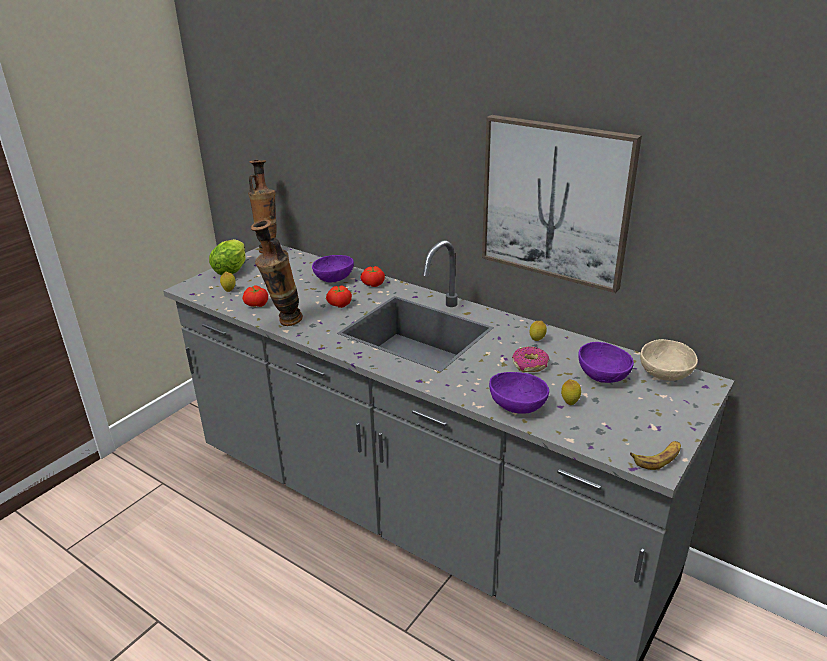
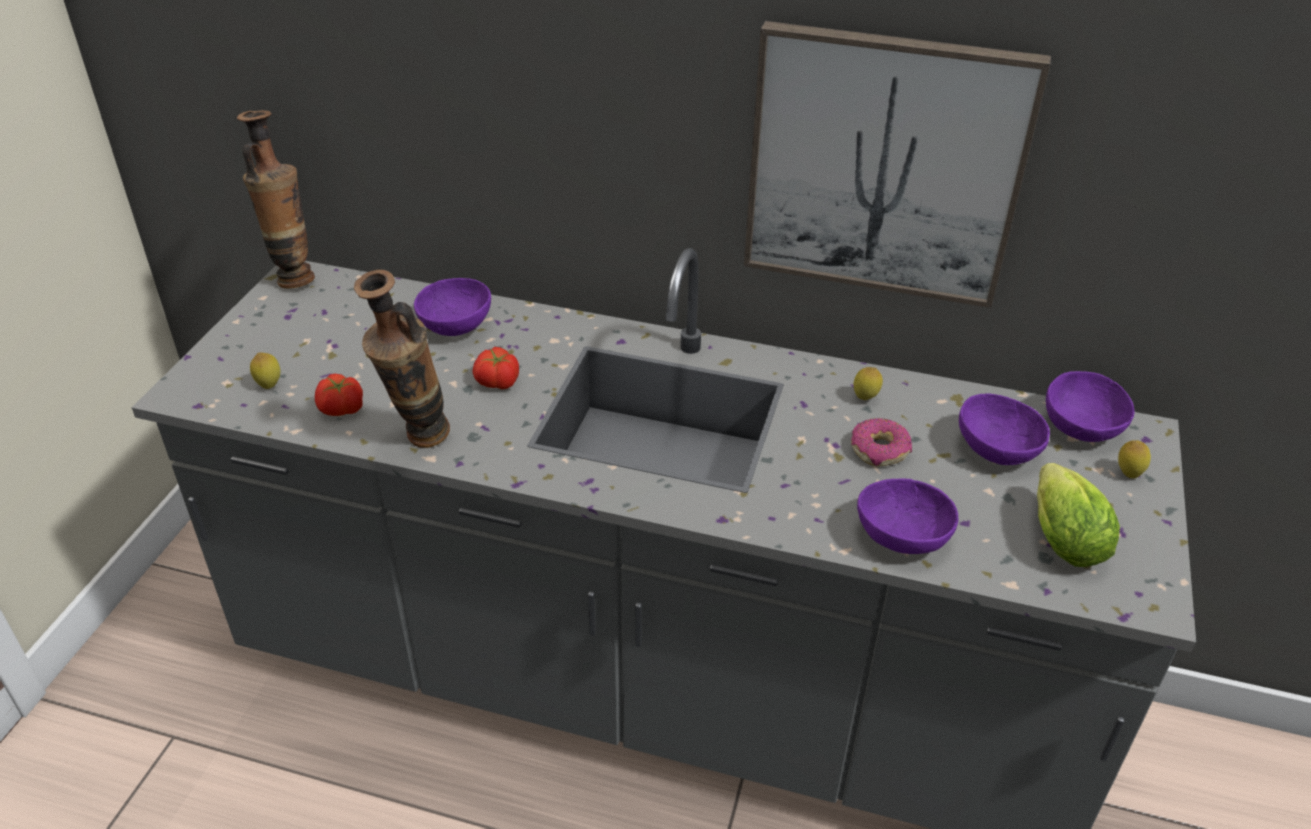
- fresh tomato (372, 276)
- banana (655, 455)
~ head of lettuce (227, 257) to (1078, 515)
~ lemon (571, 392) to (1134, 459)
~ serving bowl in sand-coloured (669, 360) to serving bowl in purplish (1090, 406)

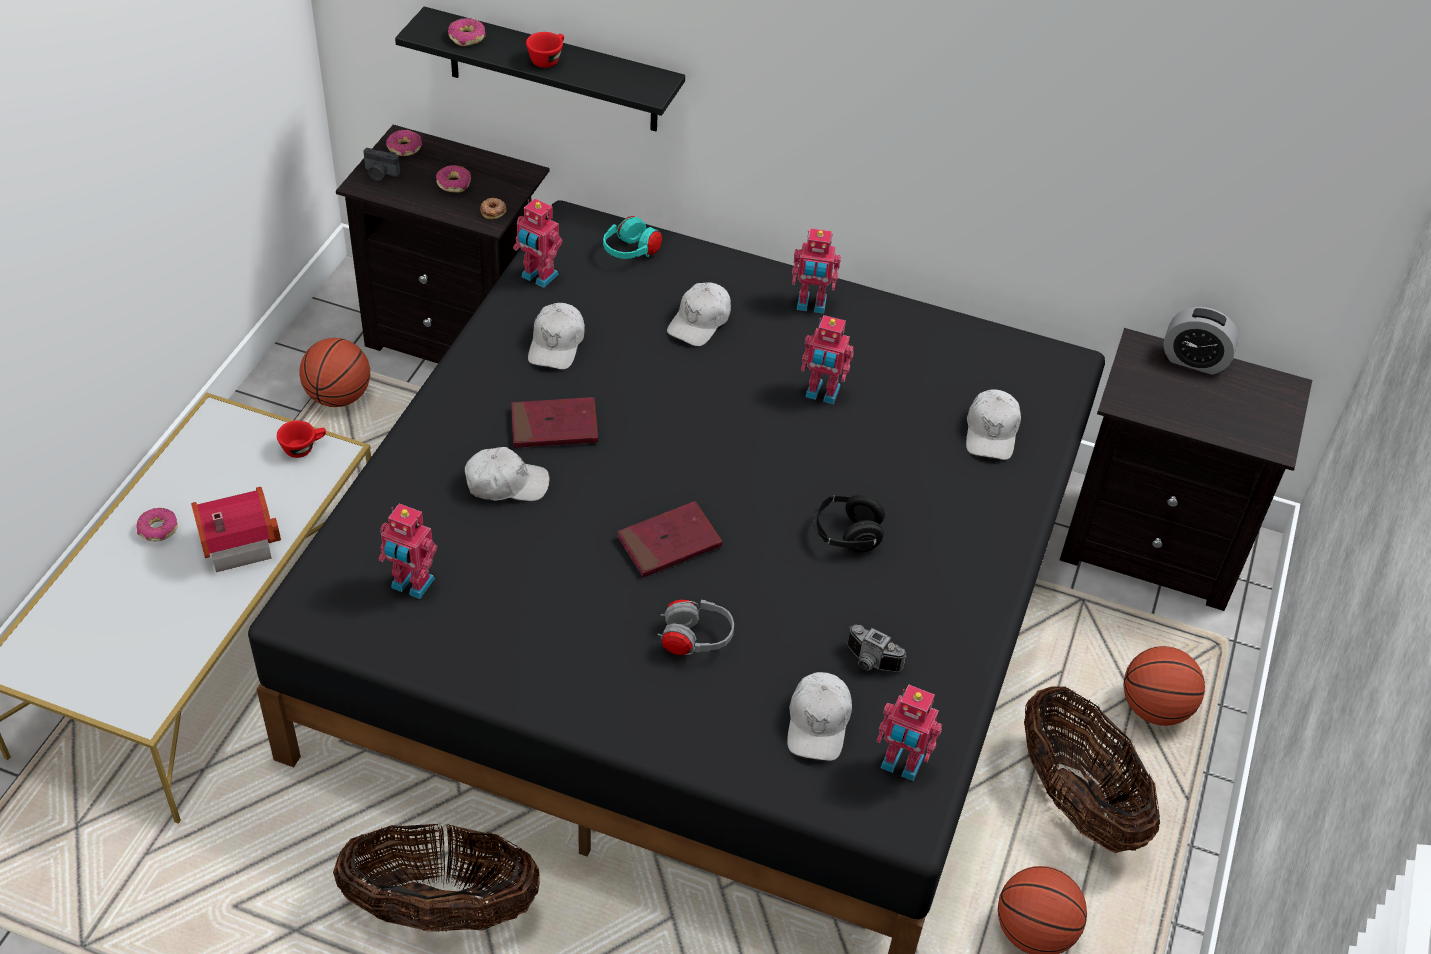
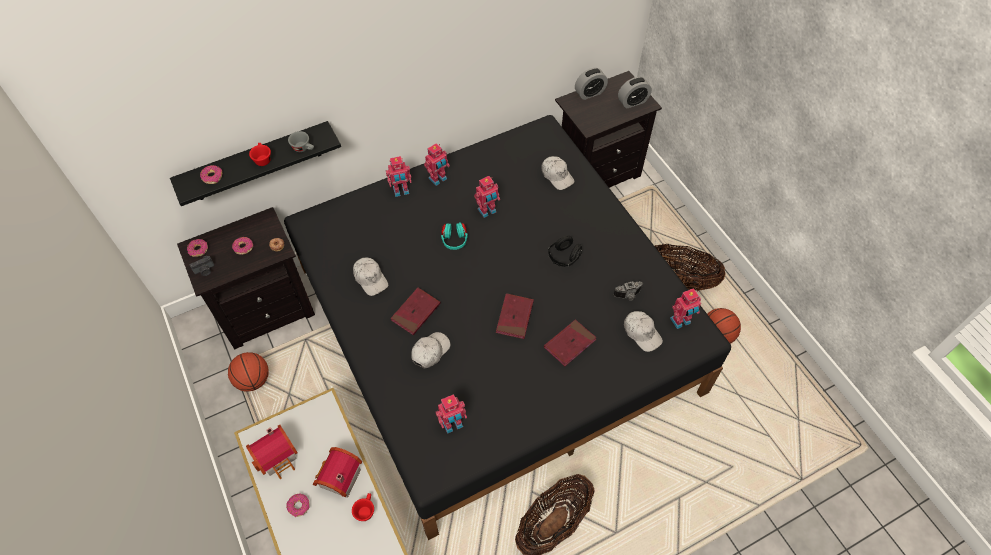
- baseball cap in whitish (699, 314)
- basketball (1164, 686)
+ model house (272, 452)
+ small cup in greyish (301, 141)
+ bedside clock (635, 92)
~ small cup in red-coloured (301, 439) to (363, 507)
~ model robot (537, 243) to (399, 176)
~ headset in turquoise (632, 237) to (454, 236)
~ headset in greyish (695, 627) to book in red-coloured (570, 343)

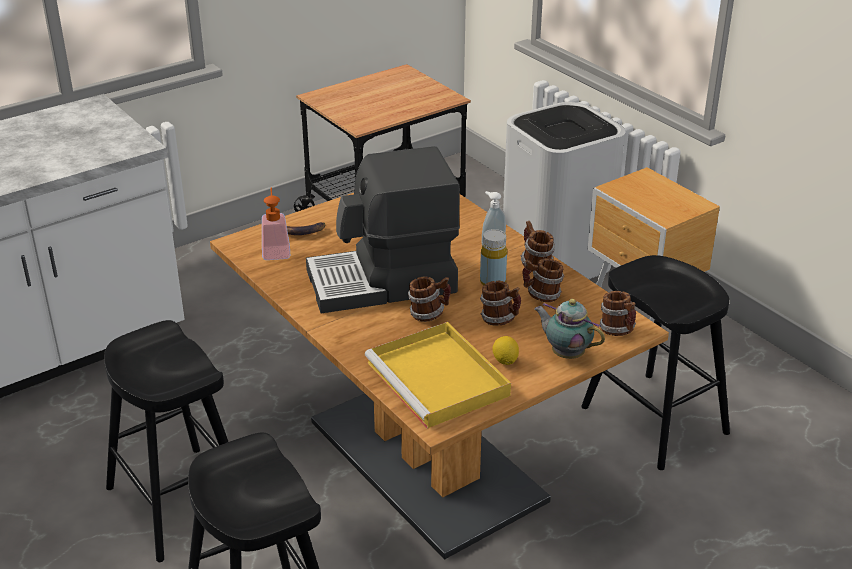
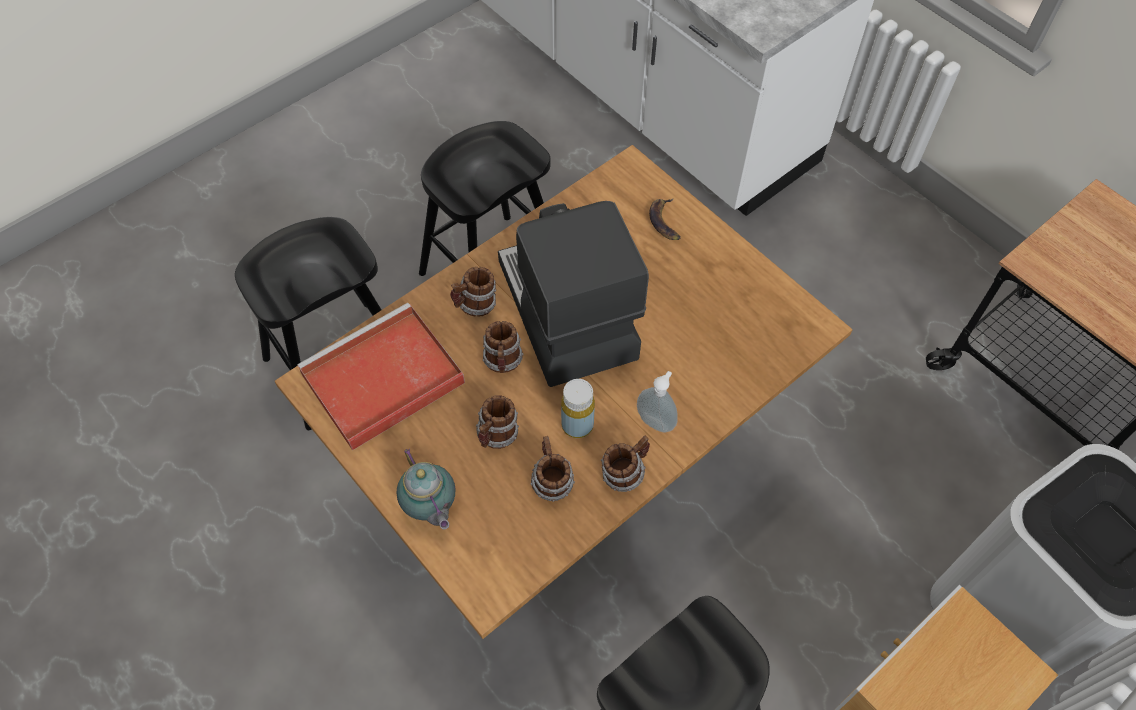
- soap dispenser (276, 223)
- lemon (505, 350)
~ tea mug (618, 313) to (473, 292)
~ serving tray in yellowish (438, 375) to serving tray in red-coloured (381, 376)
~ pot for tea (569, 329) = (426, 489) 120 degrees clockwise

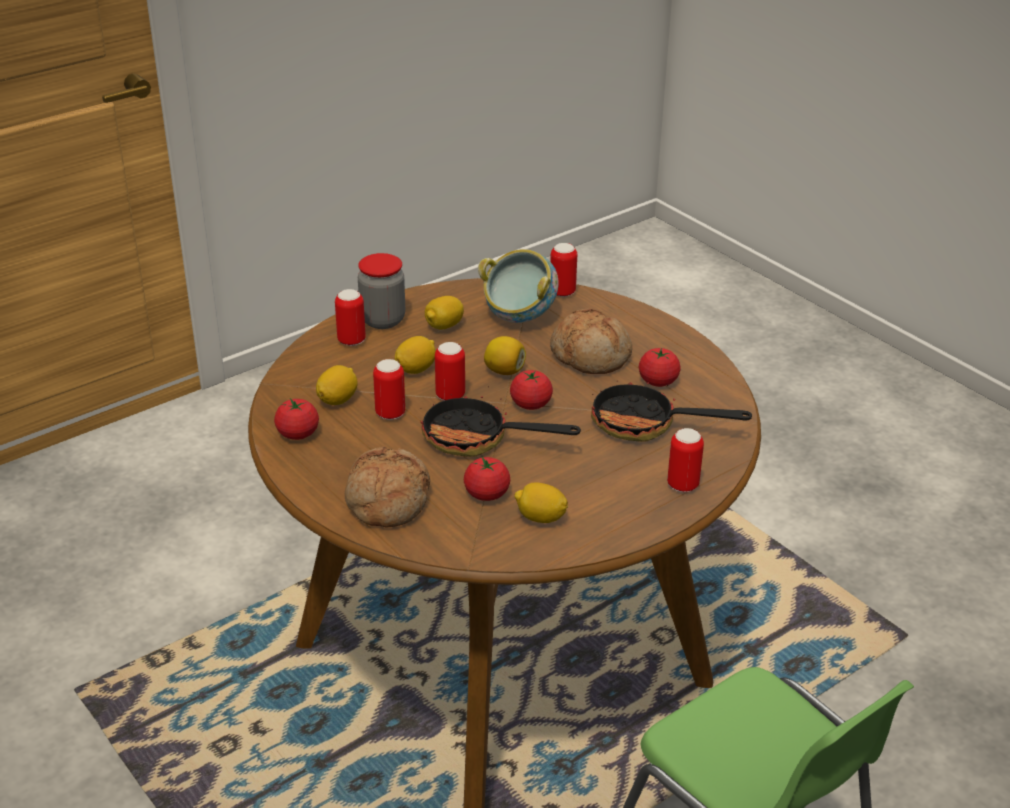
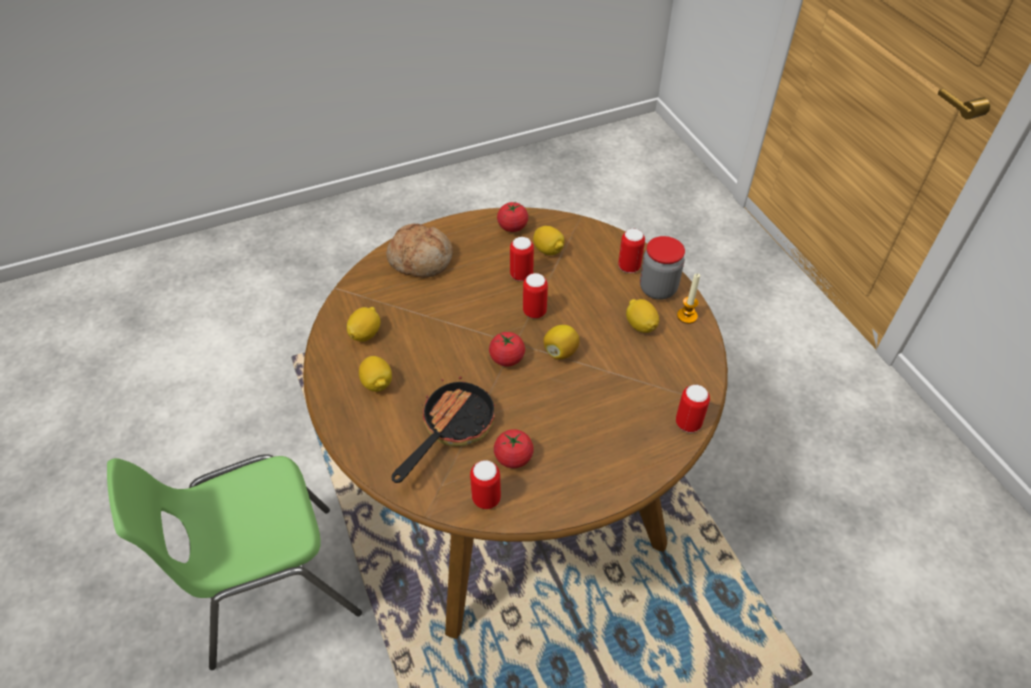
- pan (500, 421)
- fresh tomato (487, 479)
- serving bowl (518, 286)
- baked bread (591, 341)
+ wax light (688, 299)
~ lemon (415, 355) to (375, 374)
~ sealed can (685, 460) to (485, 484)

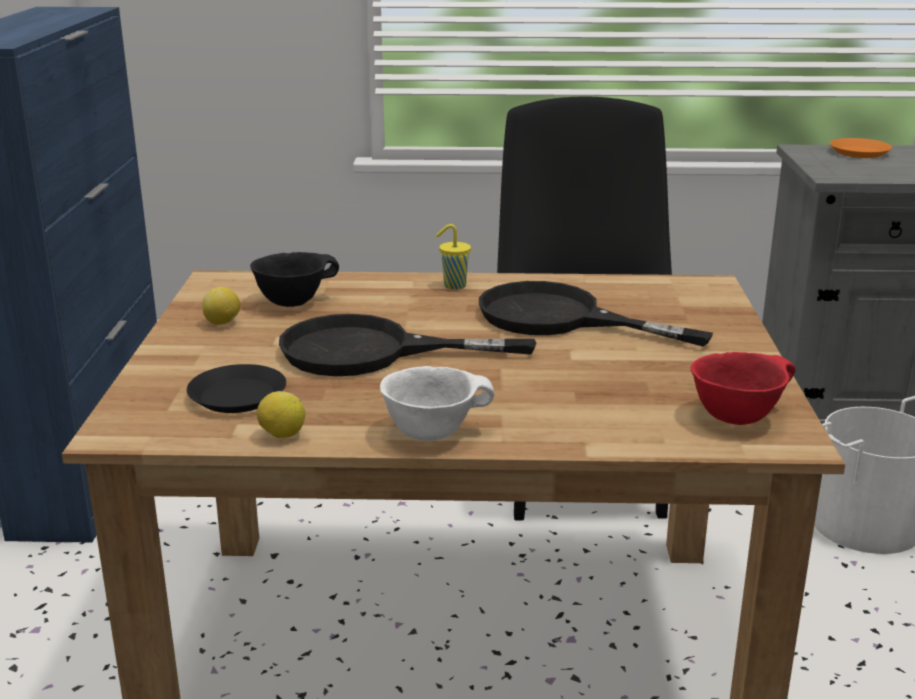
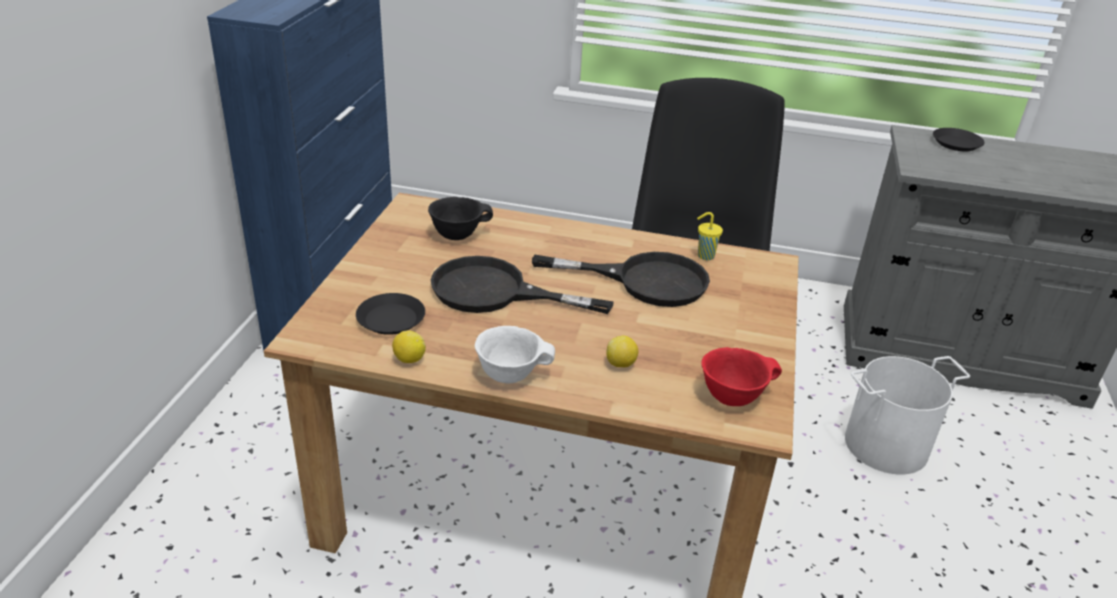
~ lemon (221, 306) to (622, 351)
~ small cup in yellowish (453, 257) to (710, 236)
~ dinner plate in orangey (861, 148) to dinner plate in blackish (959, 139)
~ pan in blackish (596, 314) = (621, 279) 150 degrees clockwise

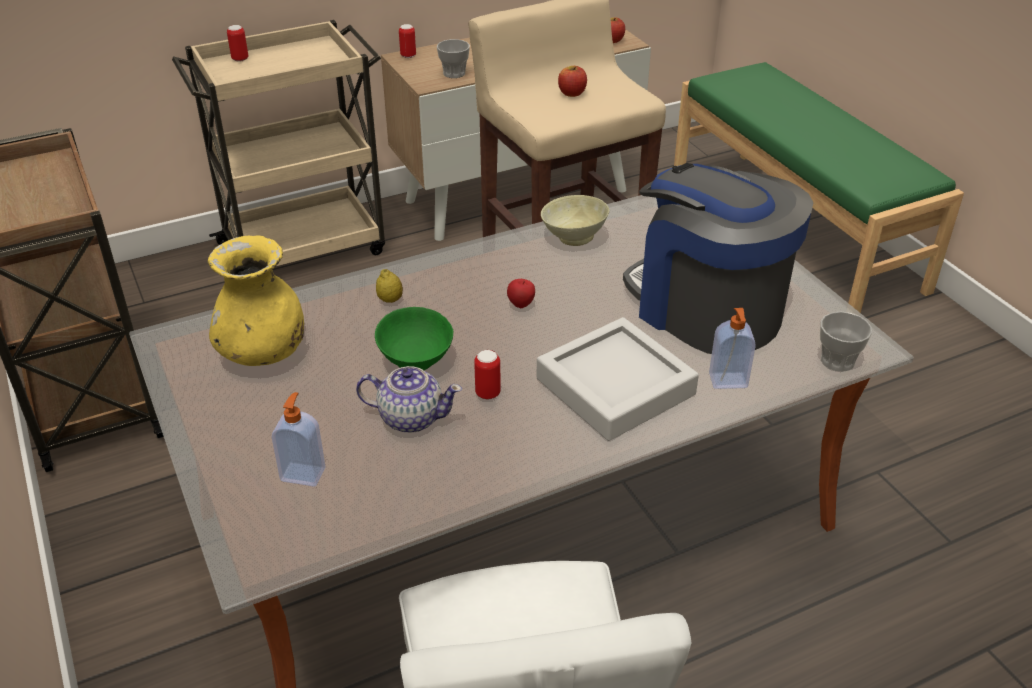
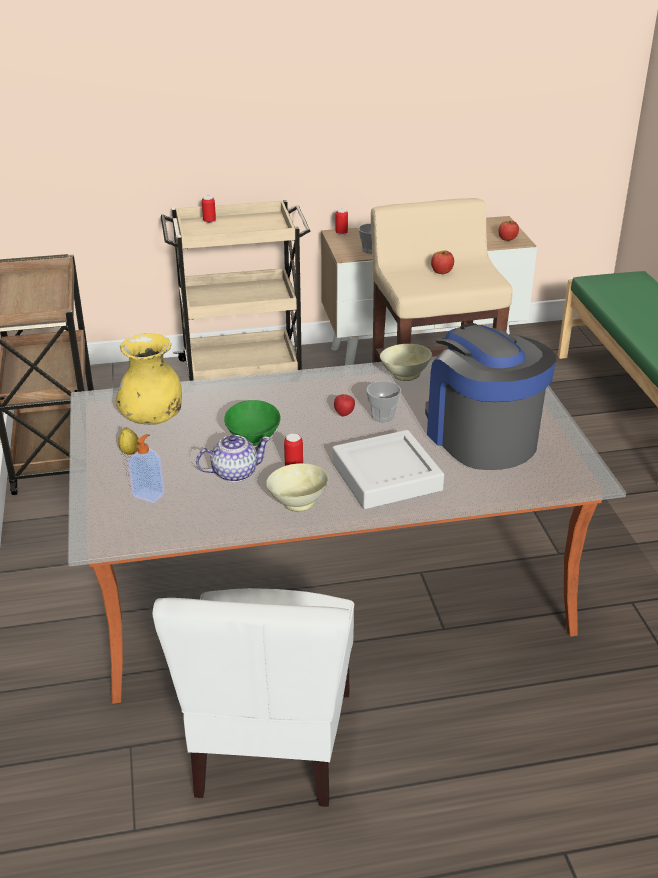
- soap dispenser (732, 348)
+ serving bowl in sand-coloured (297, 487)
~ lemon (389, 286) to (129, 441)
~ small cup (846, 341) to (383, 401)
~ pot for tea (409, 399) = (233, 458) 45 degrees counterclockwise

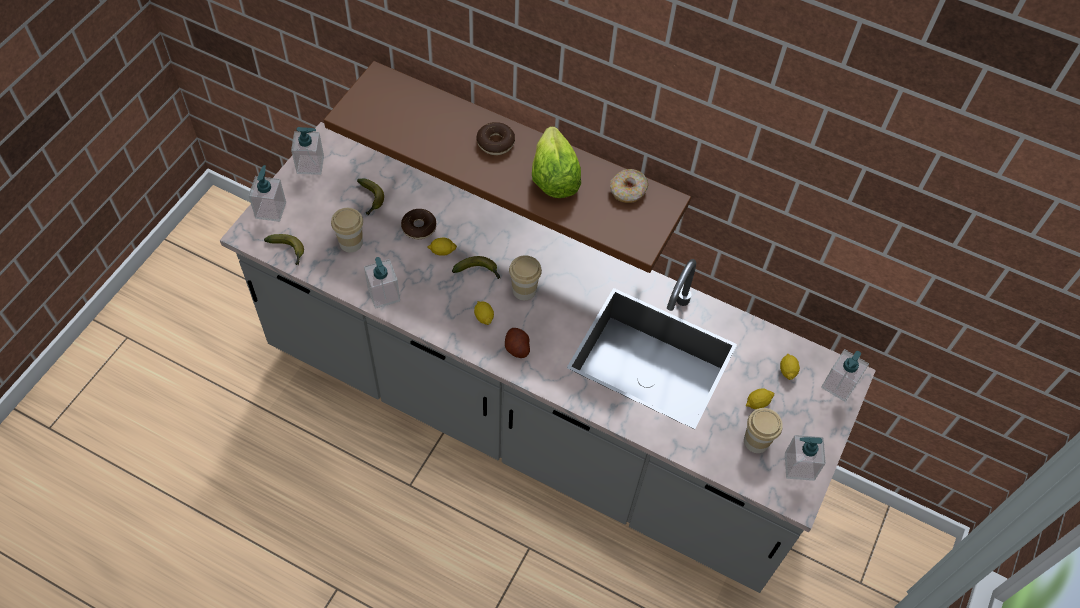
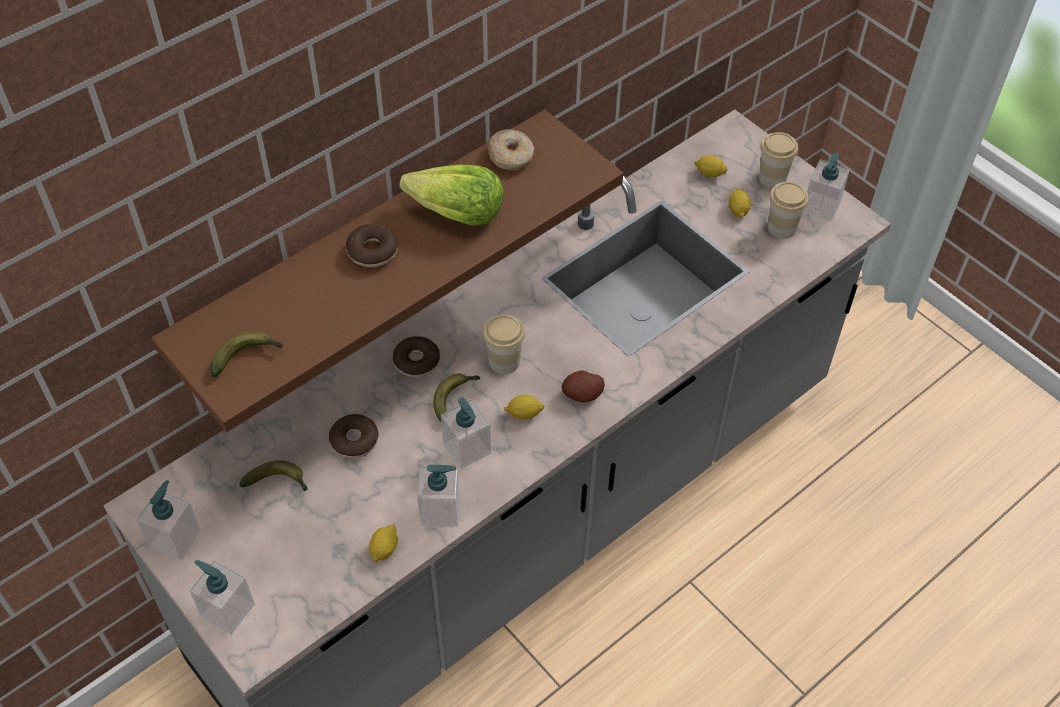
+ doughnut (416, 357)
~ banana (284, 249) to (247, 354)
~ small cup (347, 230) to (778, 160)
~ lemon (442, 247) to (383, 543)
~ soap dispenser (845, 375) to (466, 433)

